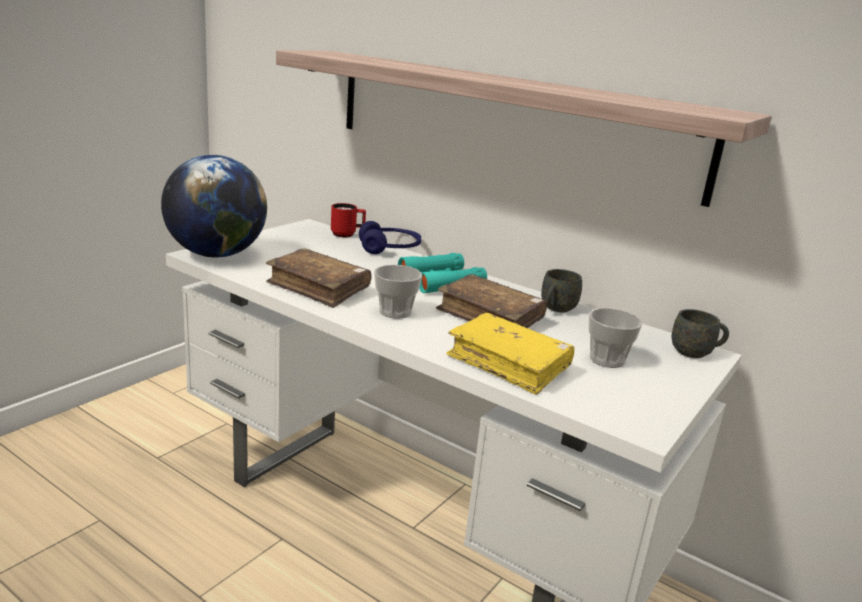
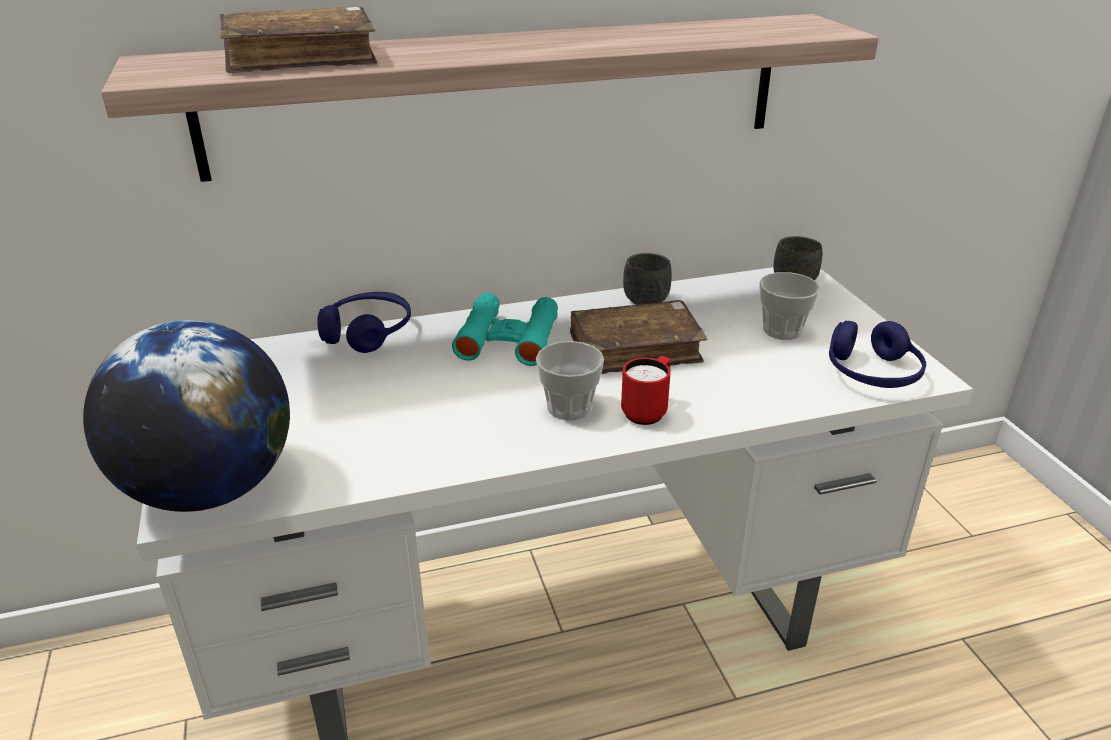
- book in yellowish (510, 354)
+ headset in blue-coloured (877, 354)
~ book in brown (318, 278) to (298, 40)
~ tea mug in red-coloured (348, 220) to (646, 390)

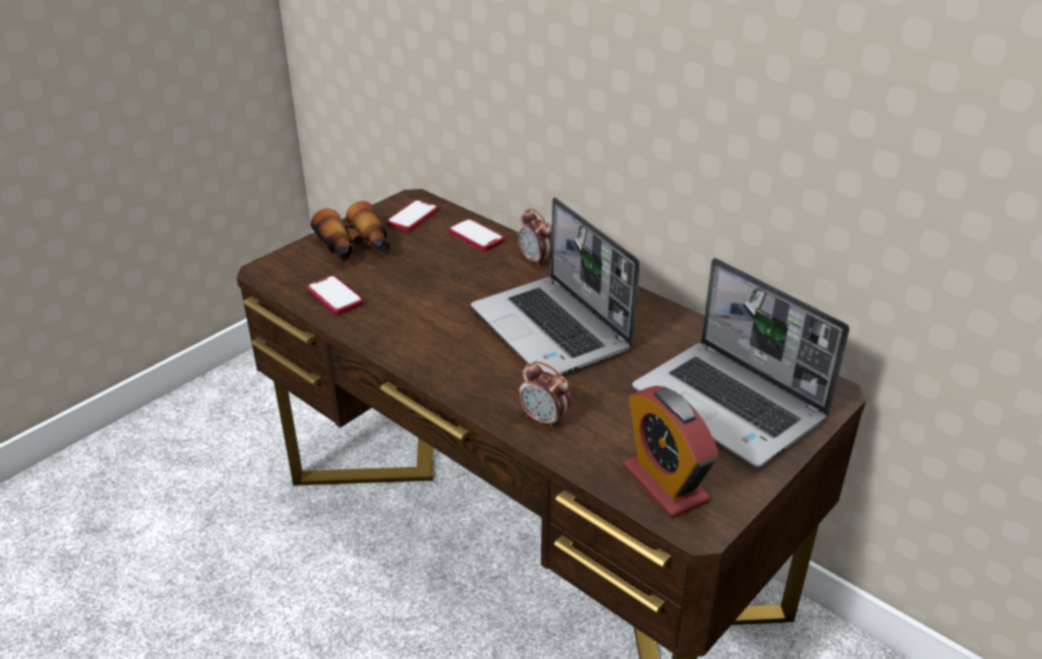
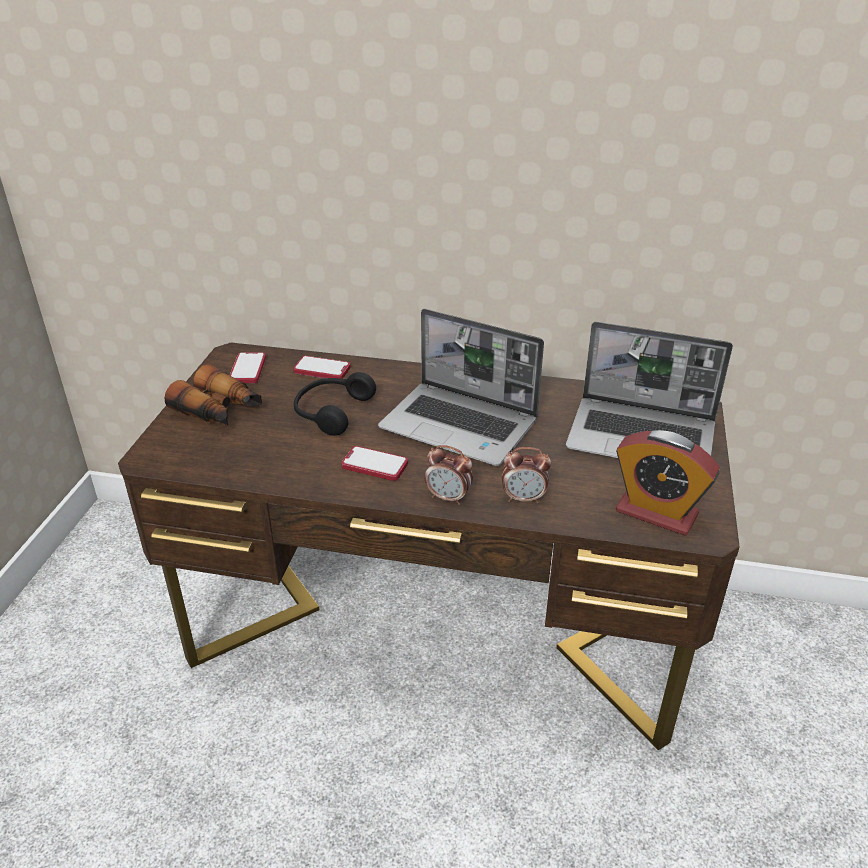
+ headset in blackish (335, 404)
~ phone (335, 295) to (374, 463)
~ bedside clock (534, 237) to (449, 475)

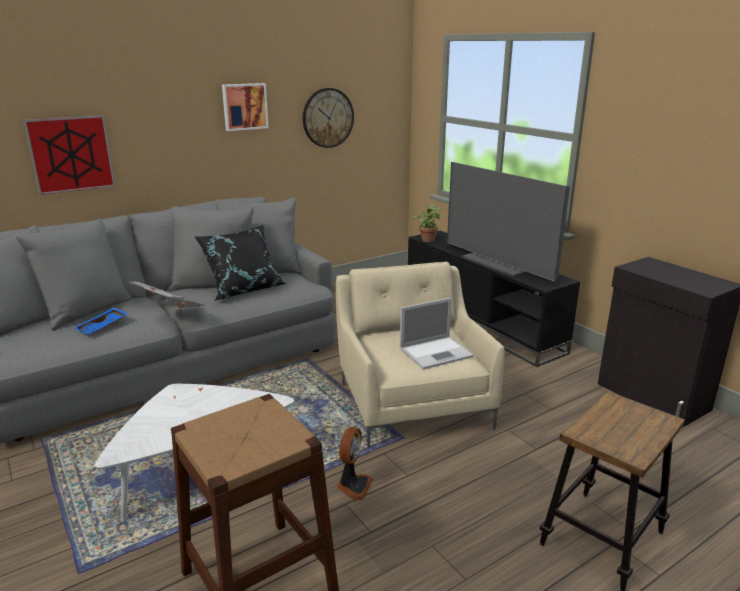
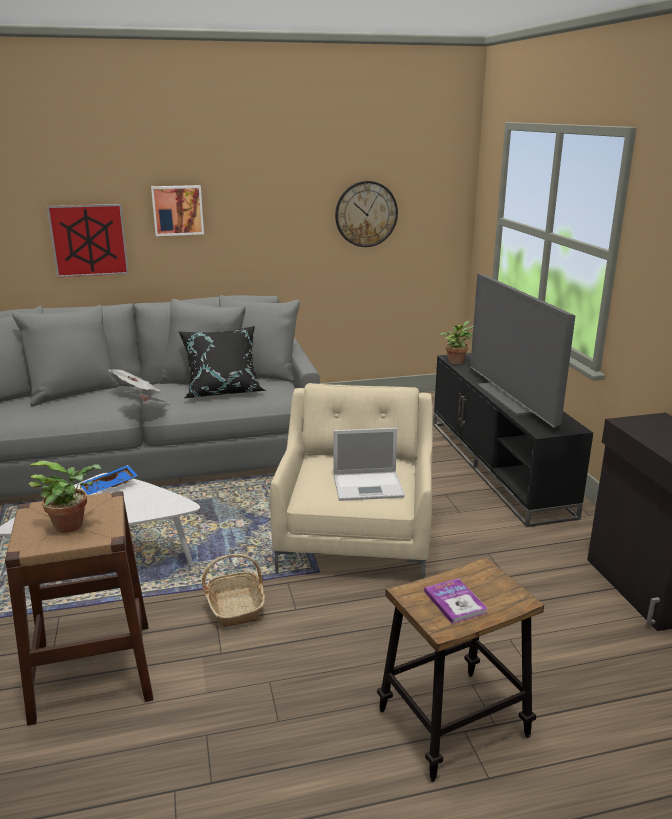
+ houseplant (64, 497)
+ book (456, 601)
~ serving tray in blue-coloured (101, 320) to (109, 480)
~ picture (245, 107) to (177, 210)
~ fan (354, 464) to storage basket (233, 590)

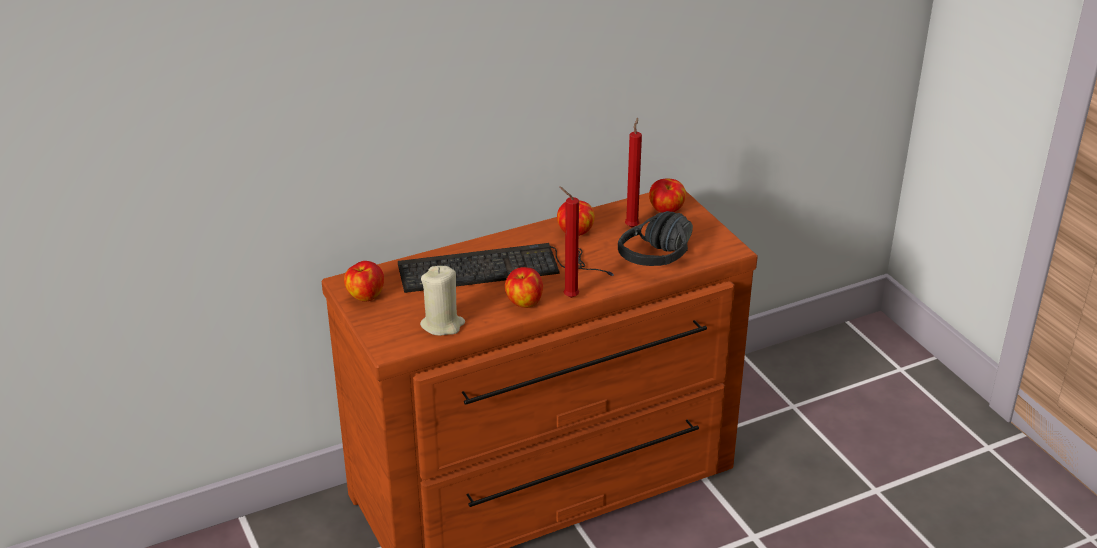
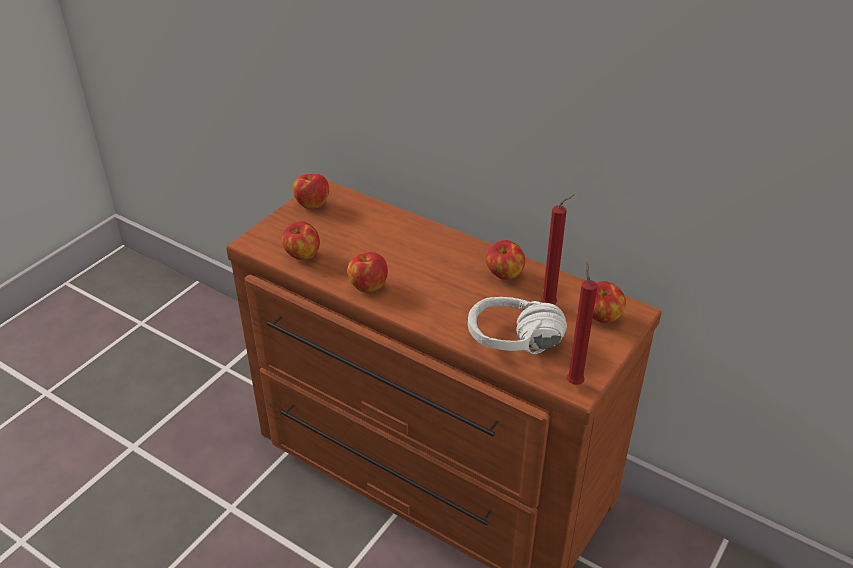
- keyboard (506, 268)
~ wax light in red-coloured (569, 242) to (582, 323)
~ wax light in sand-coloured (442, 301) to apple fruit (301, 240)
~ headset in blackish (655, 238) to headset in whitish (517, 325)

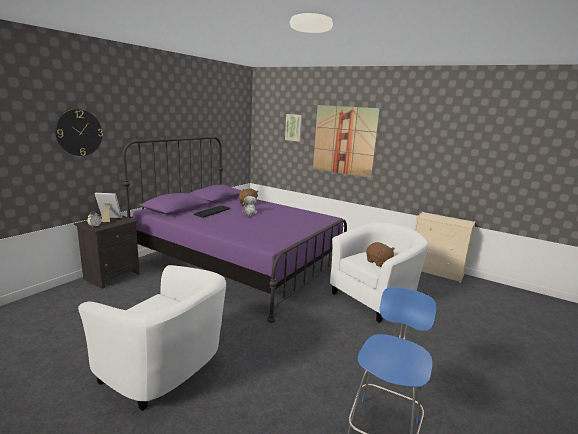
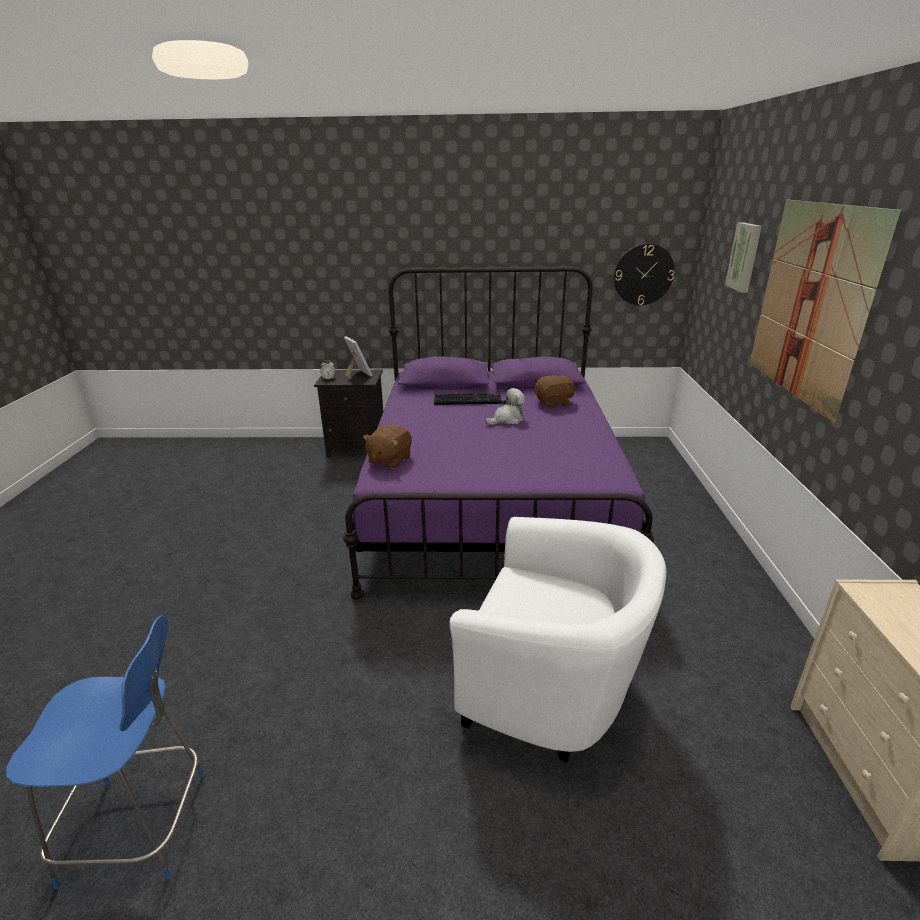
- armchair in whitish (152, 338)
~ hanging clock (79, 132) to (644, 274)
~ plush toy in brown (380, 254) to (387, 446)

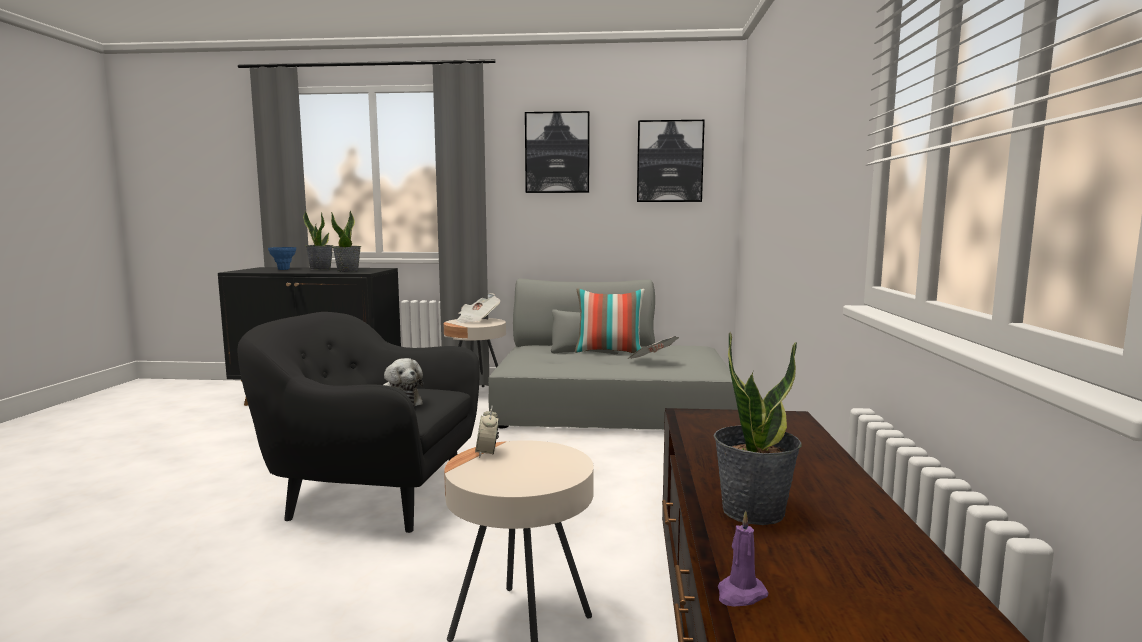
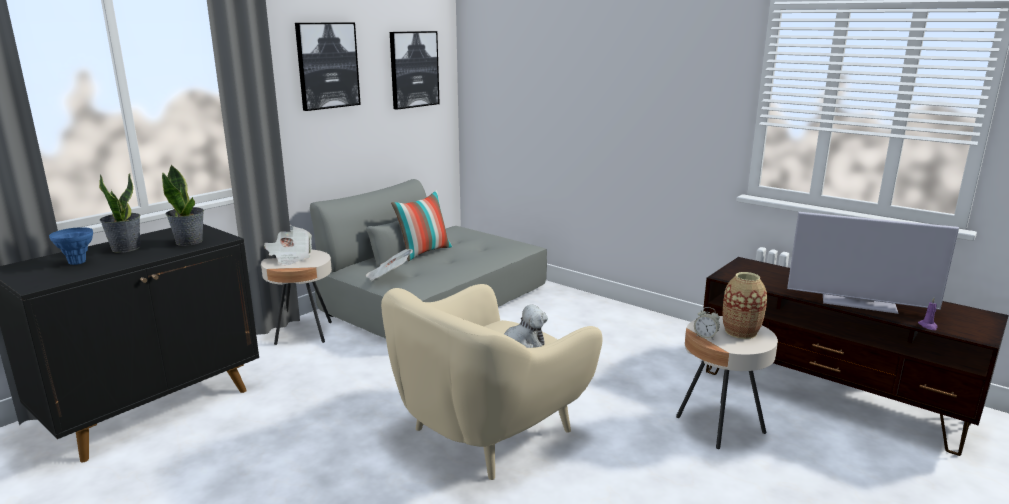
+ vase (745, 305)
~ newspaper (653, 347) to (389, 265)
~ houseplant (757, 428) to television (873, 263)
~ armchair in blackish (359, 422) to armchair in sand-coloured (492, 382)

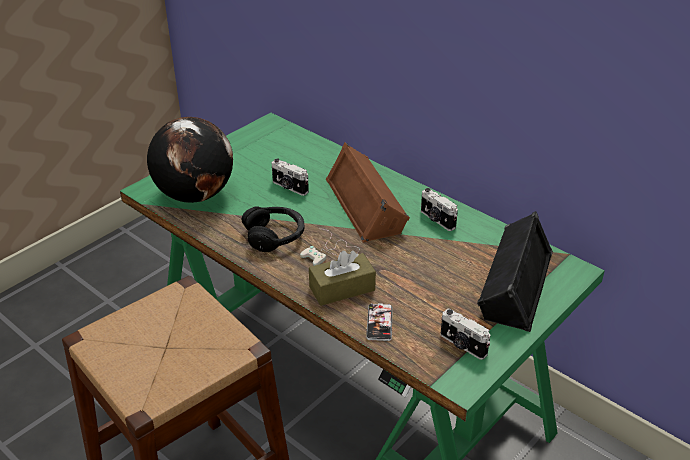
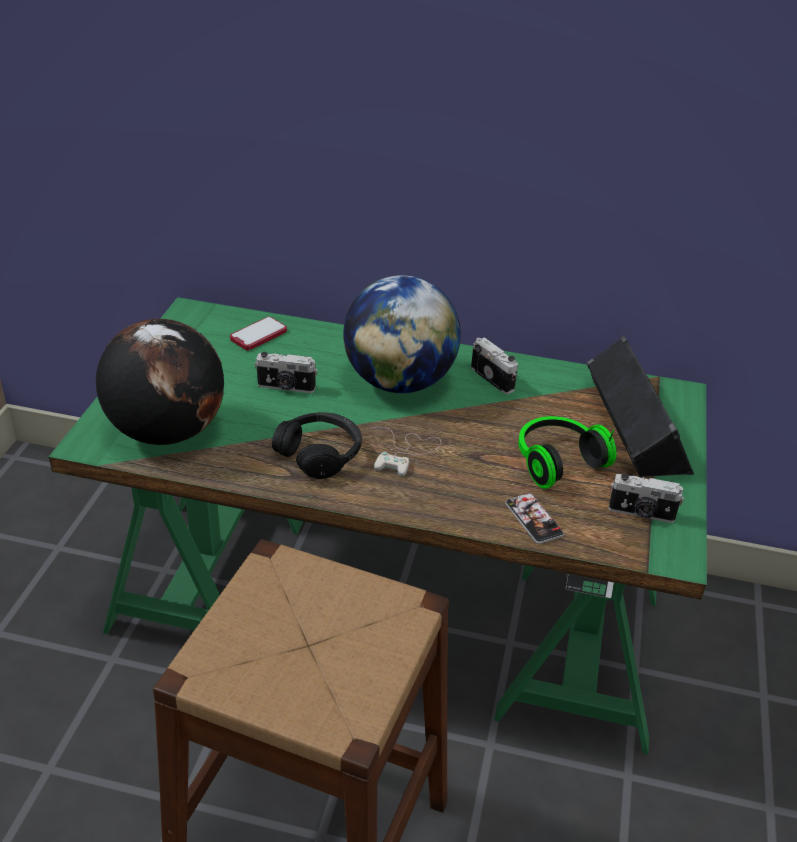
- tissue holder in brown (342, 278)
+ phone (258, 333)
+ headset (567, 452)
~ speaker in brown (368, 192) to desk globe (402, 334)
~ photo camera (439, 209) = (494, 365) 150 degrees counterclockwise

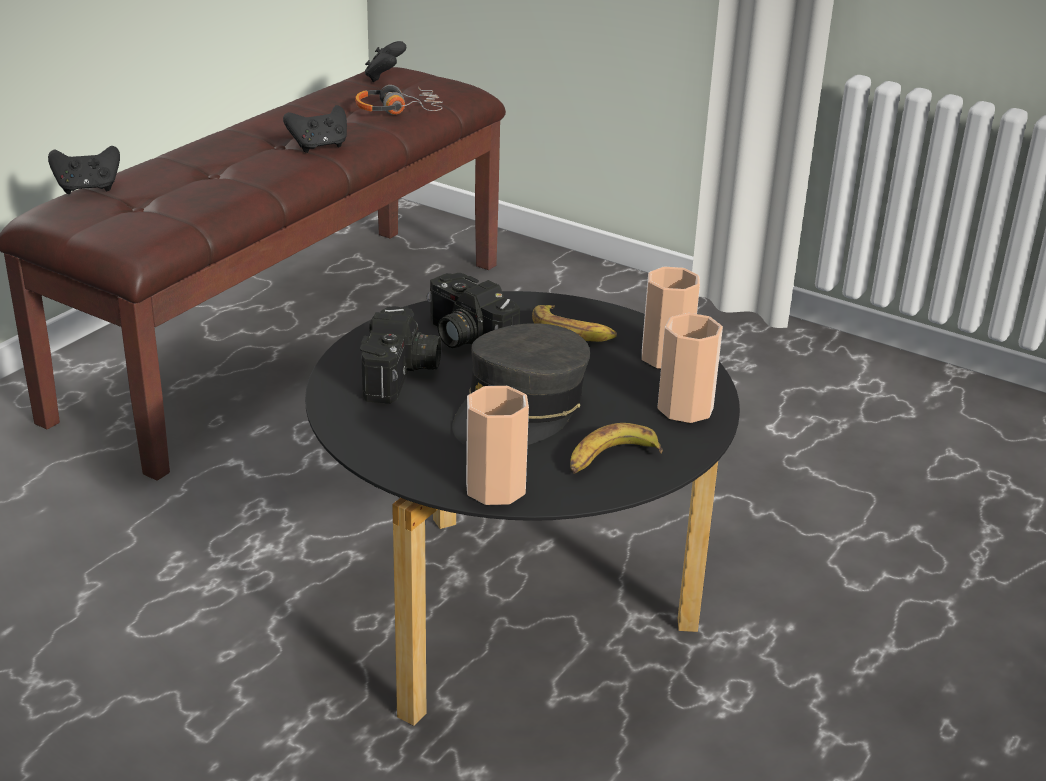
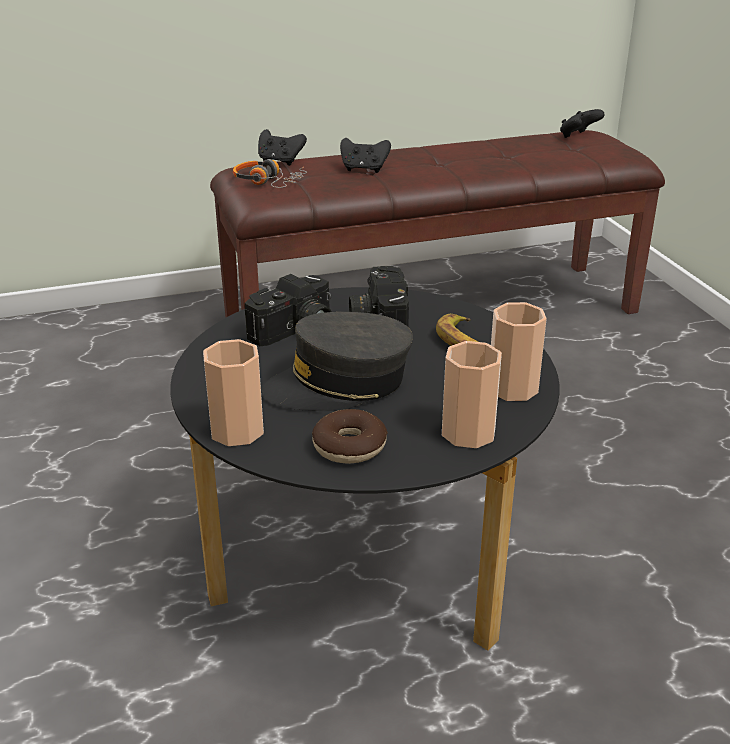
~ joypad in blackish (315, 129) to (365, 155)
~ headset (399, 100) to (270, 173)
~ banana (616, 448) to doughnut (350, 436)

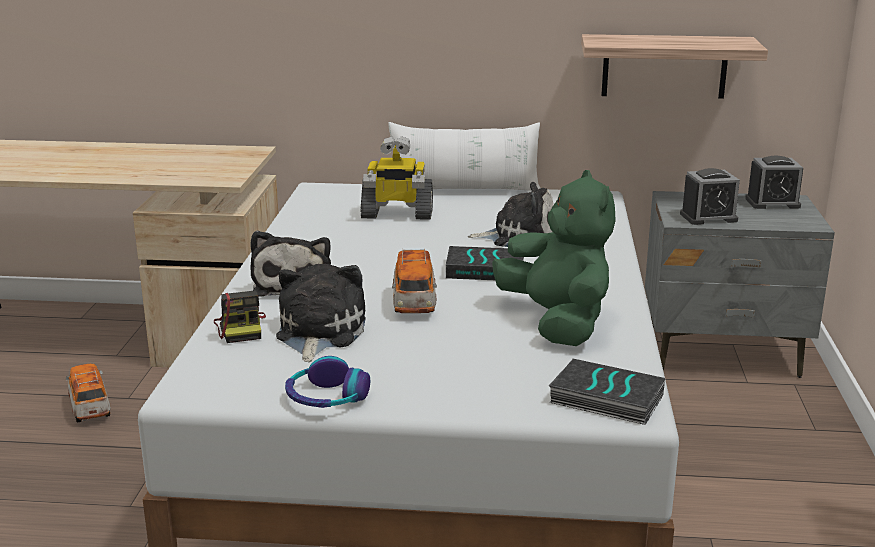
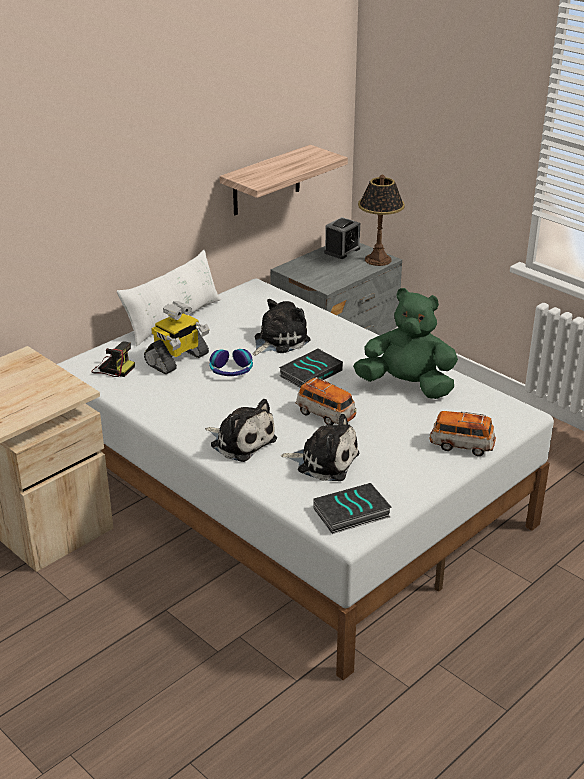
- bedside clock (710, 196)
+ table lamp (381, 220)
~ model car (88, 393) to (463, 433)
~ photo camera (240, 317) to (113, 359)
~ headset (327, 382) to (231, 362)
~ book (607, 392) to (353, 508)
~ plush toy (321, 313) = (320, 447) 150 degrees clockwise

